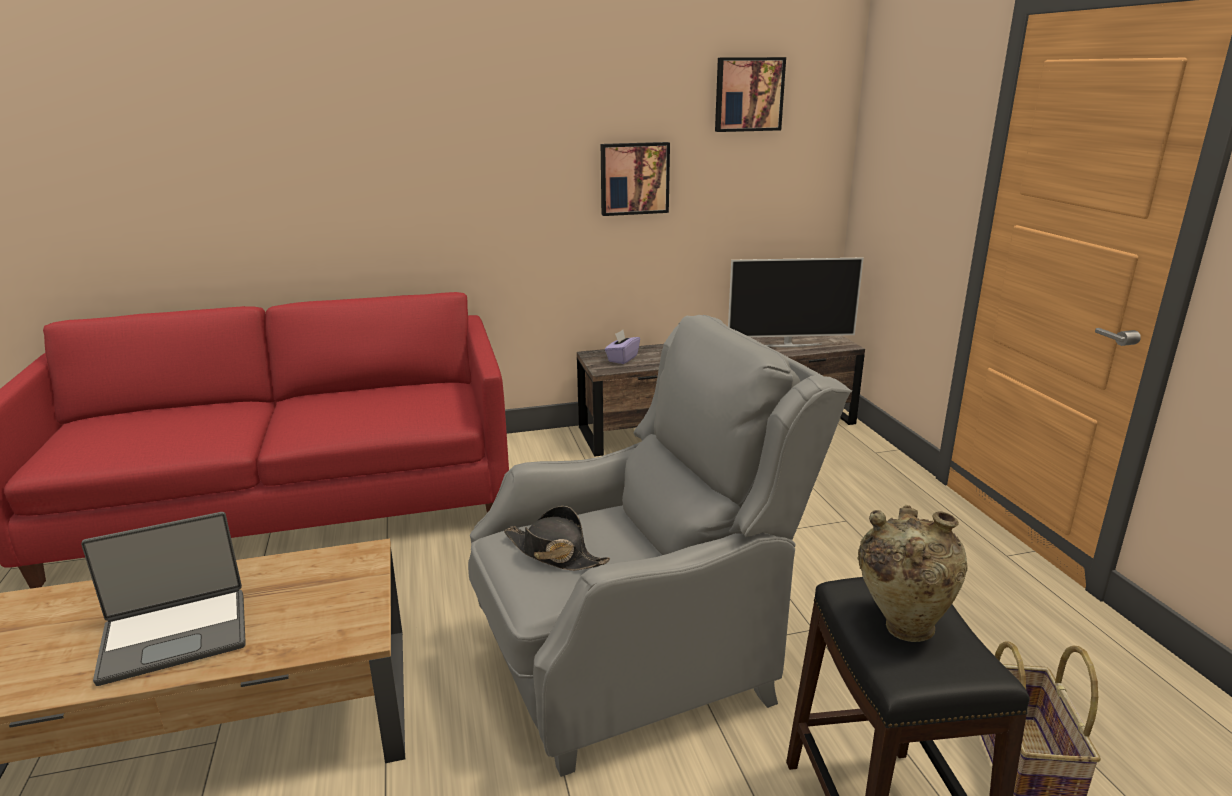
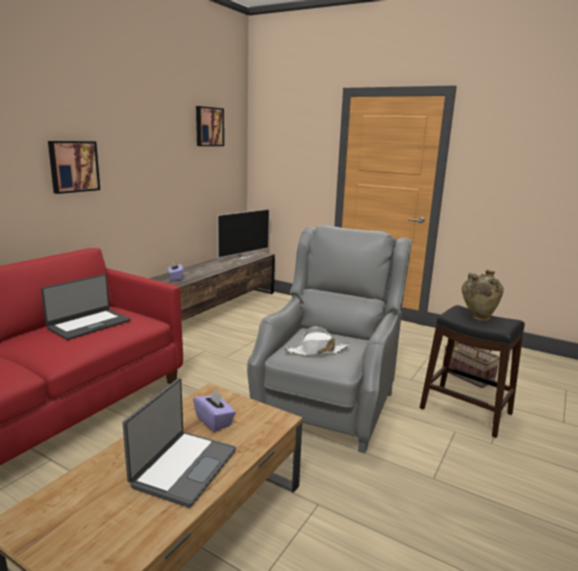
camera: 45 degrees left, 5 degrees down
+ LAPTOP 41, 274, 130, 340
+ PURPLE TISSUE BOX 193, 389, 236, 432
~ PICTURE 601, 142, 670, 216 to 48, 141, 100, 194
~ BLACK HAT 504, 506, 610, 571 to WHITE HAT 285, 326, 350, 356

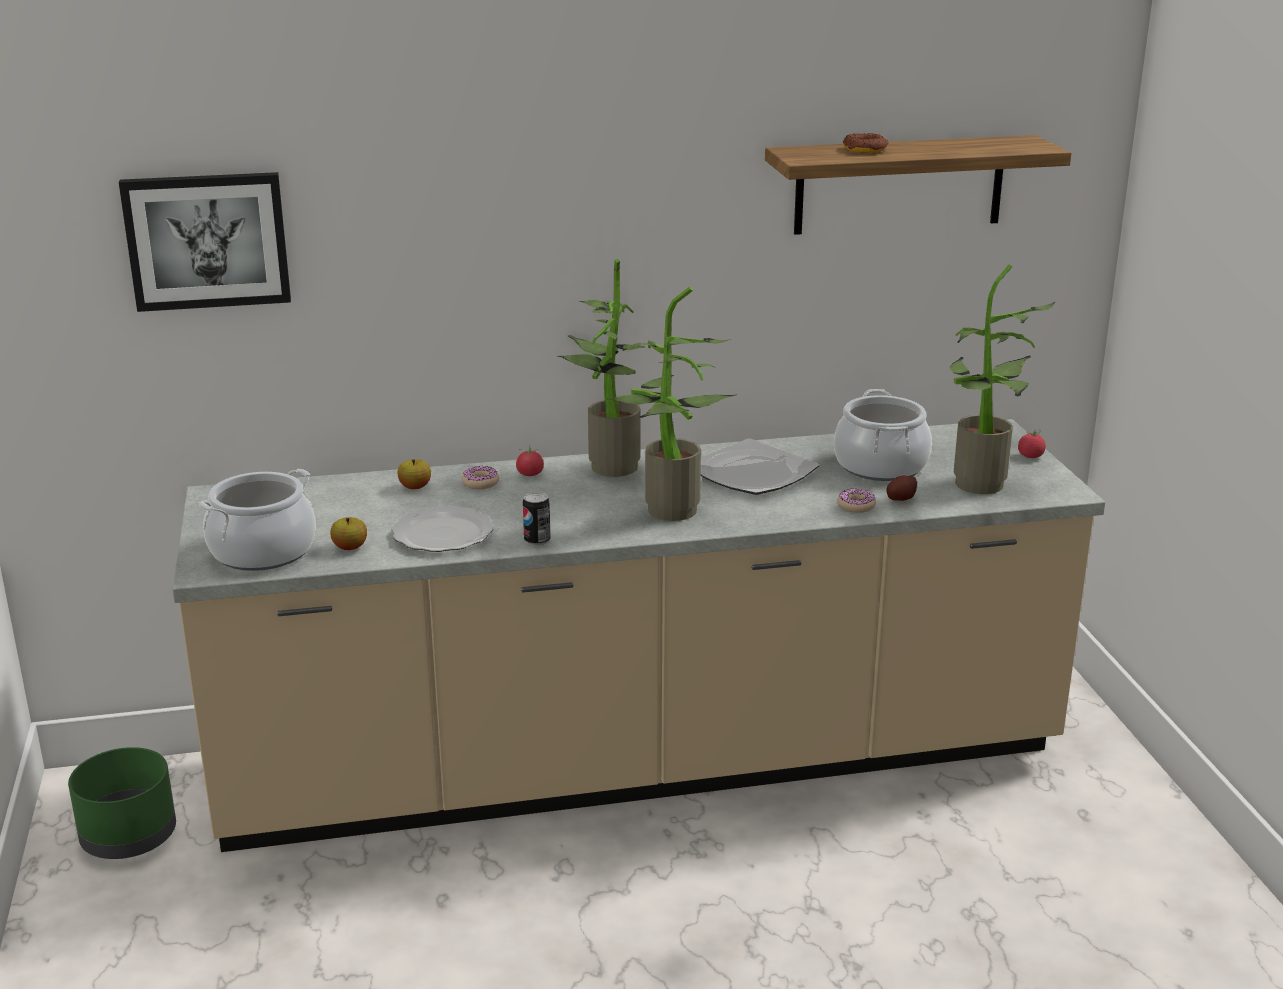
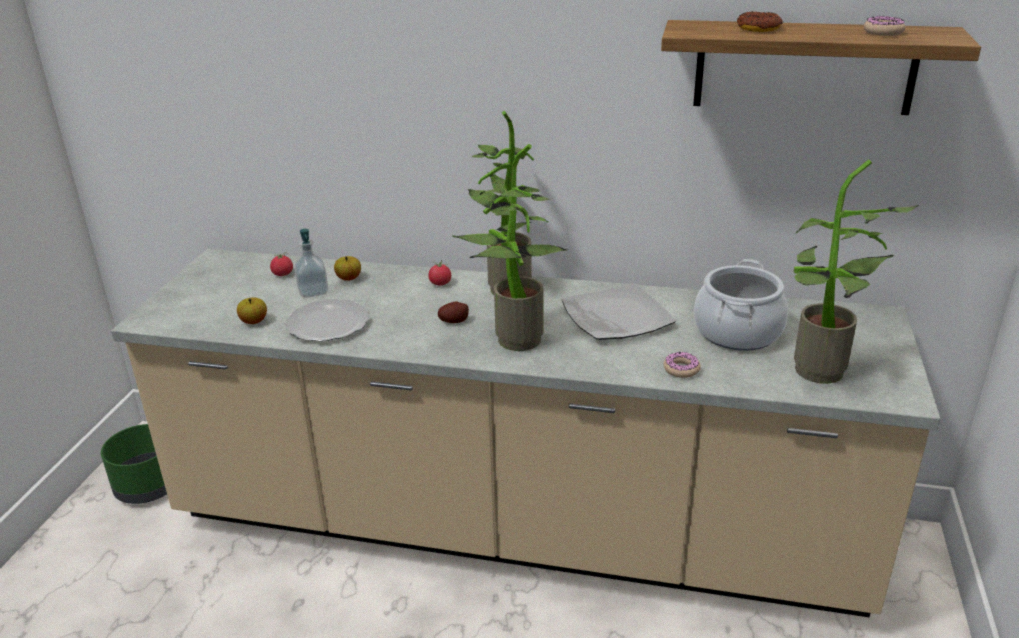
camera: 25 degrees right, 5 degrees up
- PICTURE 119, 172, 291, 312
- COOKING POT 199, 469, 316, 571
- CAN 523, 492, 551, 546
+ SOAP DISPENSER 294, 229, 328, 298
~ DONUT 462, 465, 499, 489 to 864, 16, 905, 36
~ POTATO 887, 475, 917, 501 to 438, 302, 469, 323
~ TOMATO 1018, 429, 1046, 458 to 270, 252, 293, 276

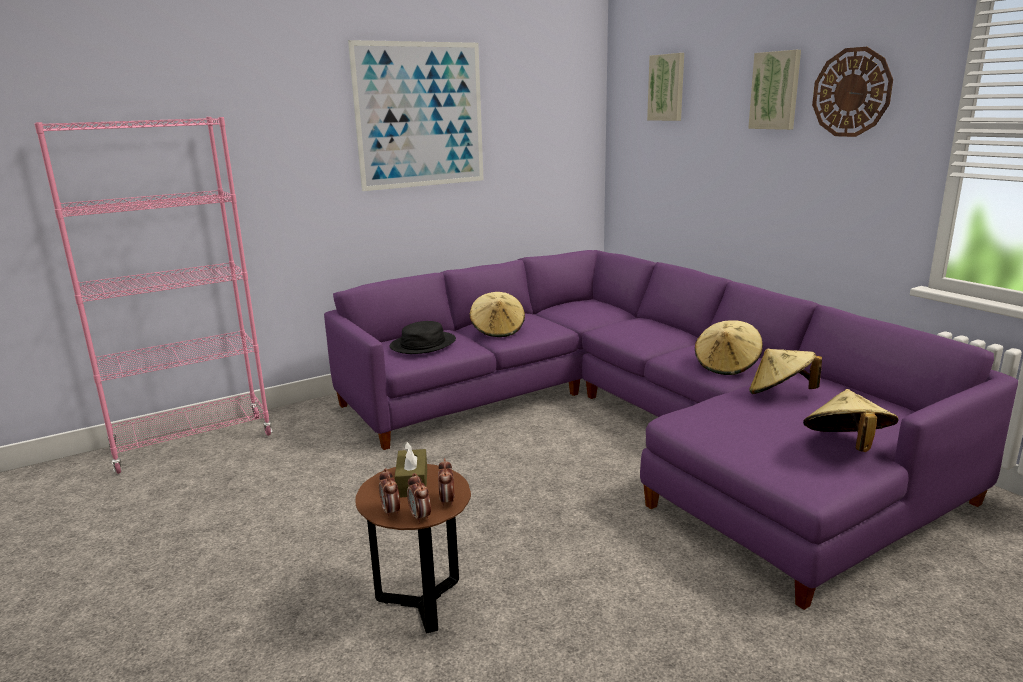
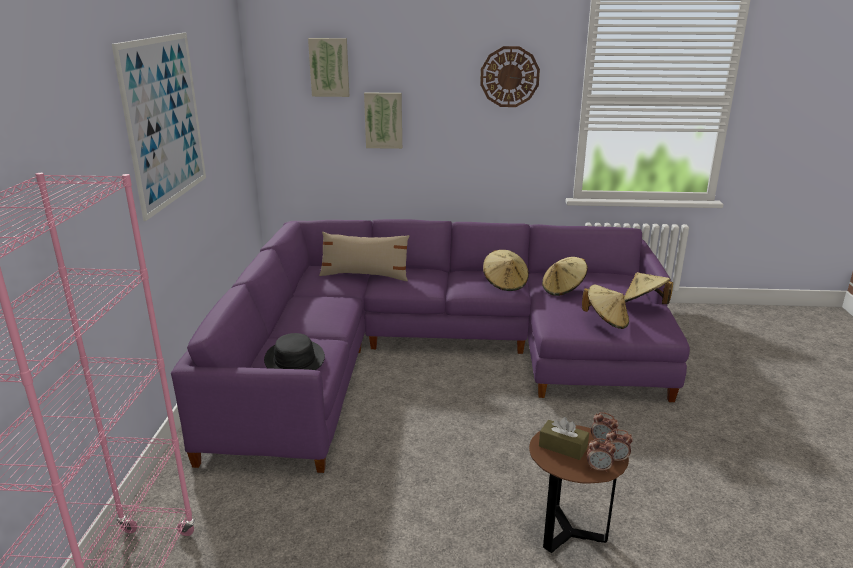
camera: 55 degrees left, 5 degrees up
+ BEIGE PILLOW 319, 232, 410, 281
~ BEIGE HAT 470, 292, 525, 337 to 582, 285, 629, 329
~ PICTURE 748, 50, 801, 130 to 364, 93, 402, 149

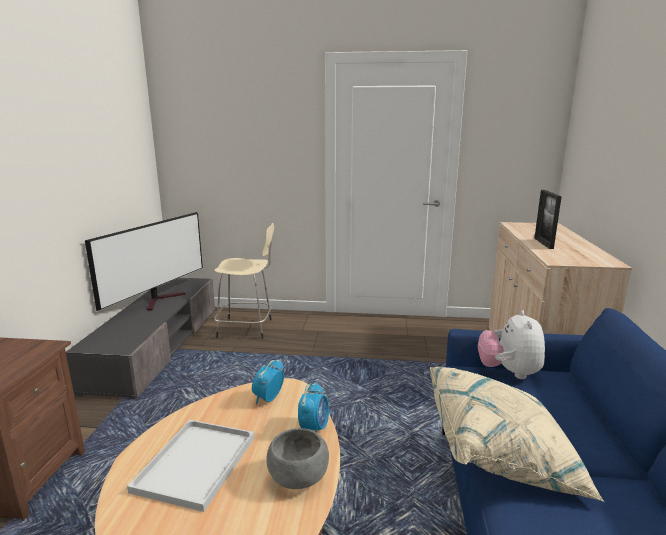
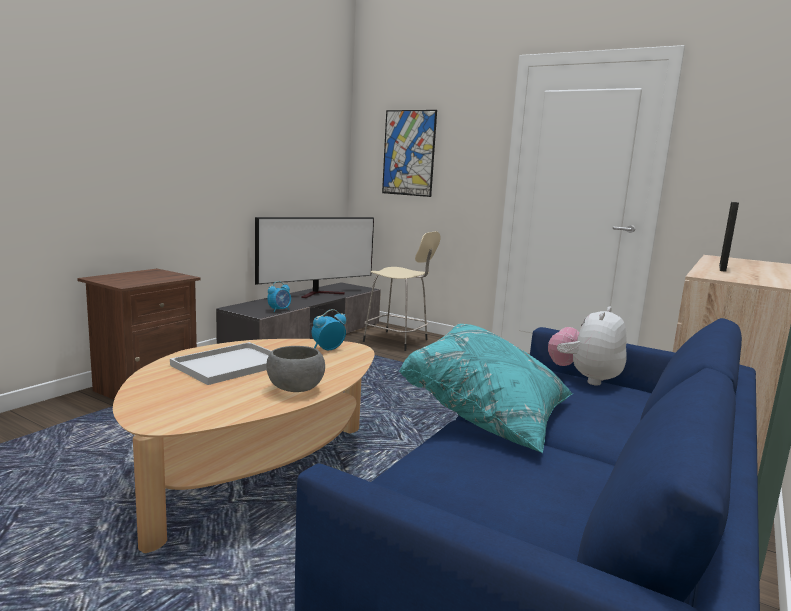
camera: 25 degrees right, 5 degrees down
+ PICTURE 382, 110, 437, 197
~ ALARM CLOCK 298, 382, 329, 433 to 267, 281, 291, 312
~ BEIGE PILLOW 430, 367, 605, 502 to TURQUOISE PILLOW 399, 324, 573, 453

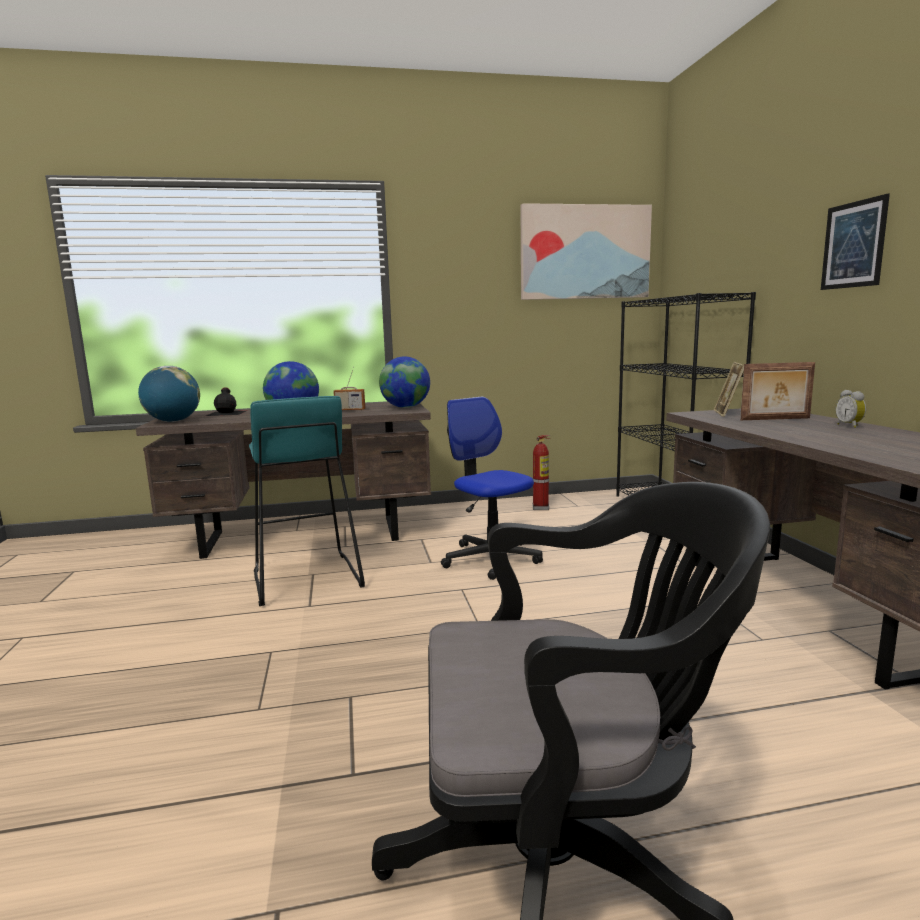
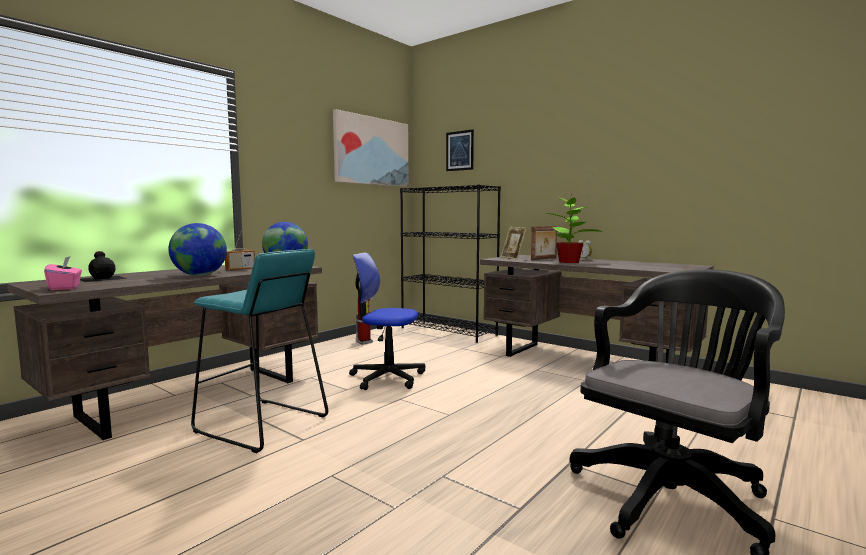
camera: 40 degrees left, 5 degrees down
+ POTTED PLANT 546, 197, 603, 263
~ PICTURE 821, 194, 890, 290 to 446, 129, 474, 171
~ GLOBE 138, 366, 200, 422 to PINK TISSUE BOX 44, 256, 82, 290

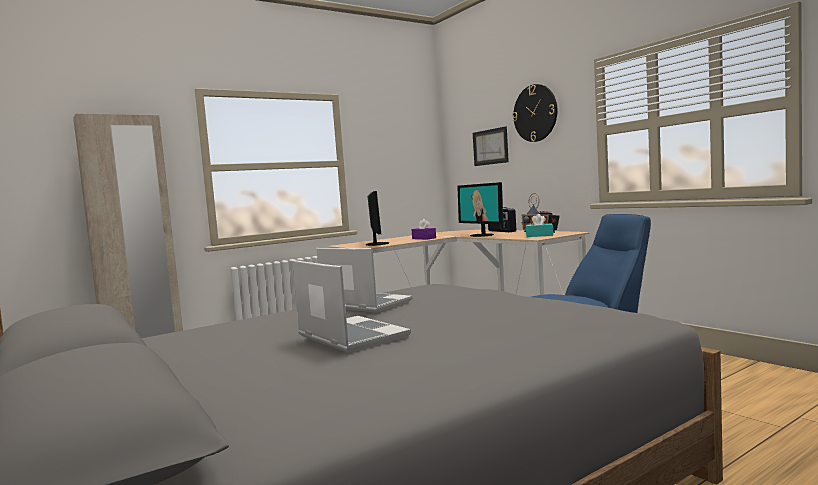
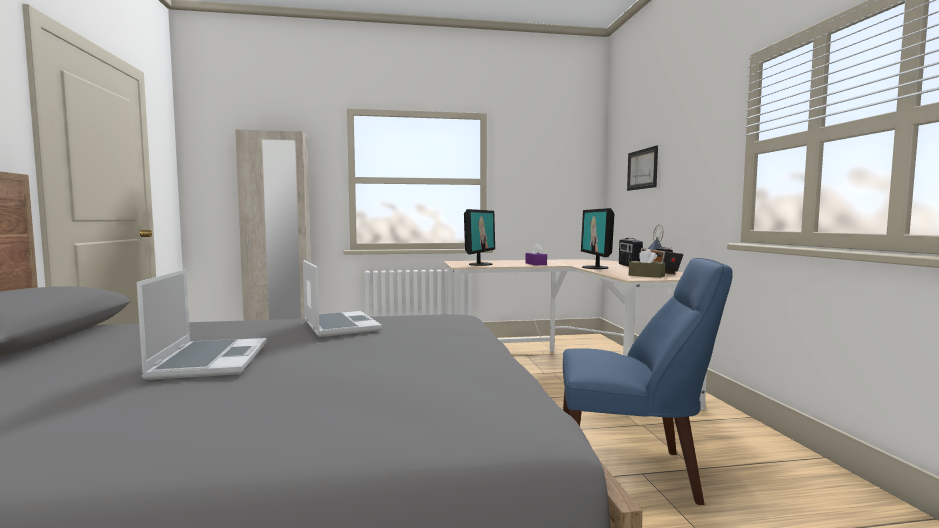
camera: 25 degrees right, 0 degrees up
- WALL CLOCK 512, 84, 557, 142
~ TURQUOISE TISSUE BOX 526, 214, 553, 237 to BROWN TISSUE BOX 629, 249, 665, 278

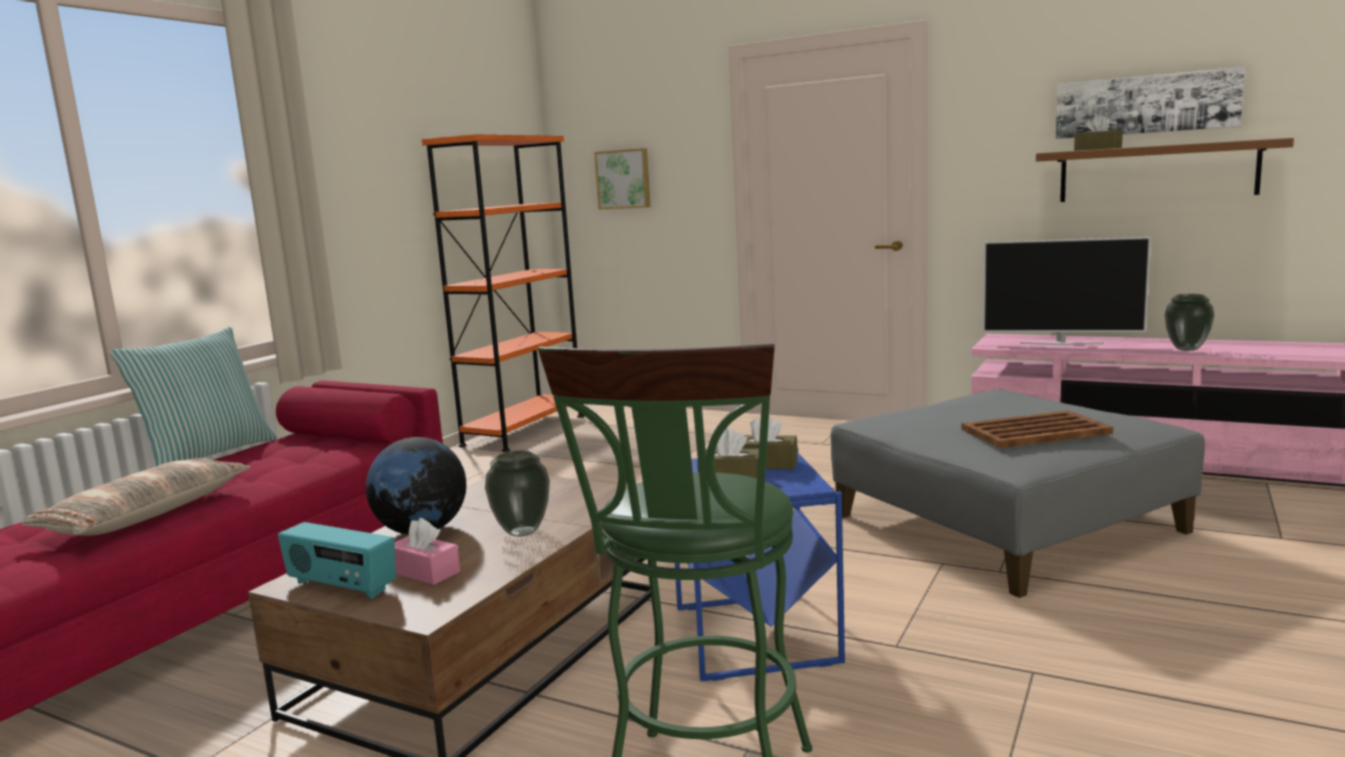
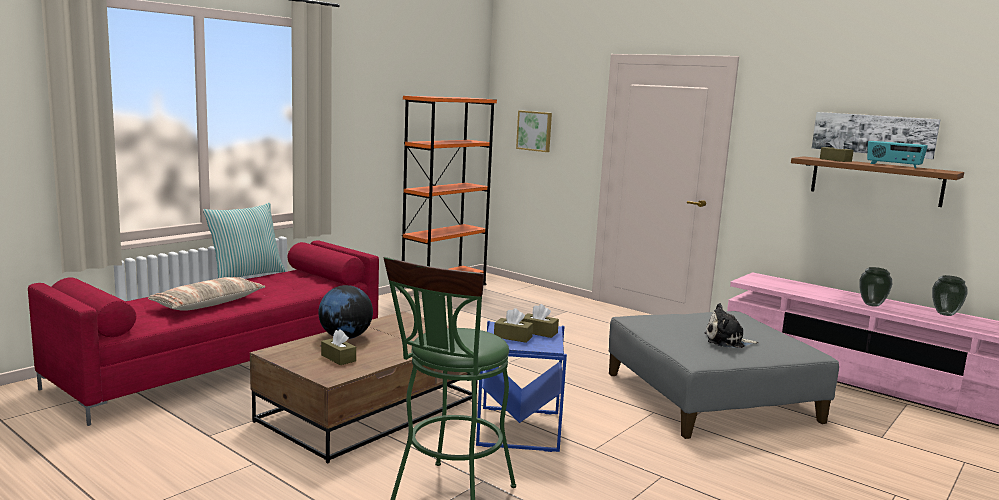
camera: 10 degrees right, 0 degrees up
- TELEVISION 983, 237, 1151, 345
~ RADIO 278, 522, 396, 599 to 867, 141, 928, 168
~ VASE 485, 451, 550, 537 to 932, 275, 968, 316
~ BROWN TRAY 961, 410, 1113, 448 to PLUSH TOY 705, 303, 759, 348
~ PINK TISSUE BOX 395, 518, 460, 585 to BROWN TISSUE BOX 321, 329, 356, 365

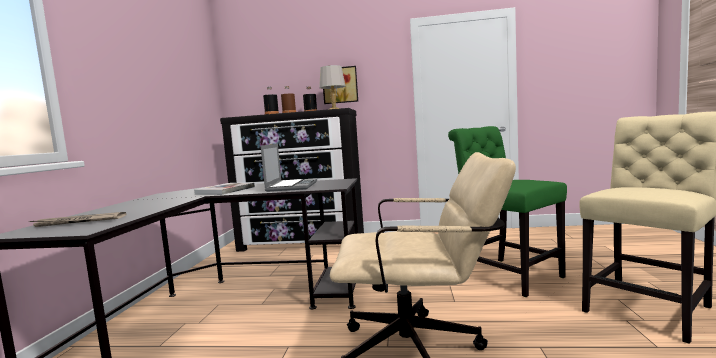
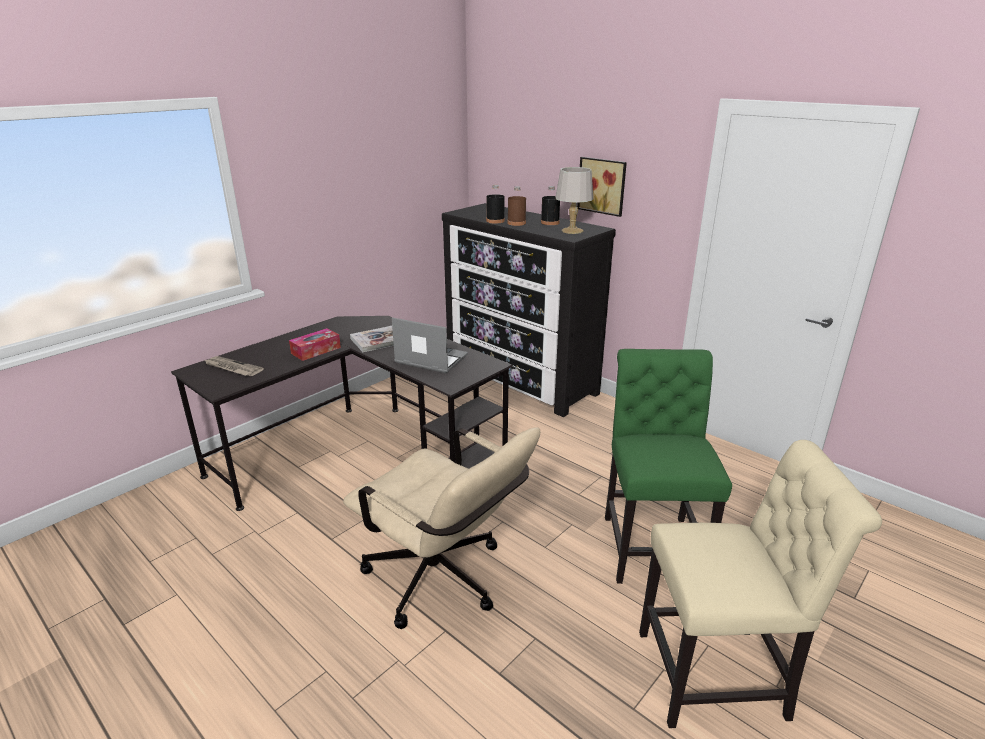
camera: 35 degrees right, 20 degrees up
+ TISSUE BOX 289, 328, 341, 361
~ LAPTOP 261, 144, 317, 192 = 392, 317, 468, 373 105 degrees counterclockwise

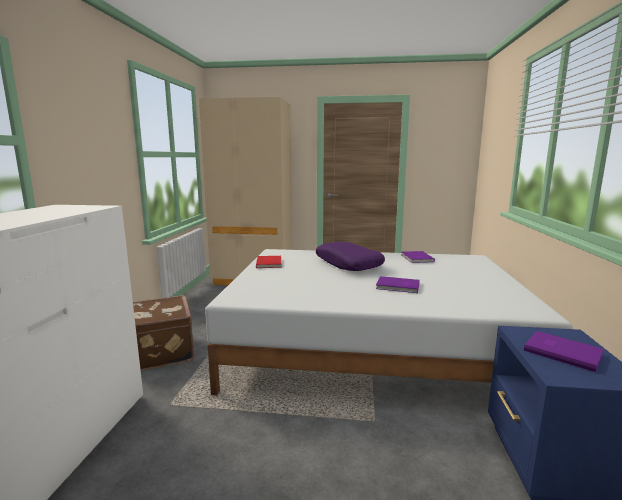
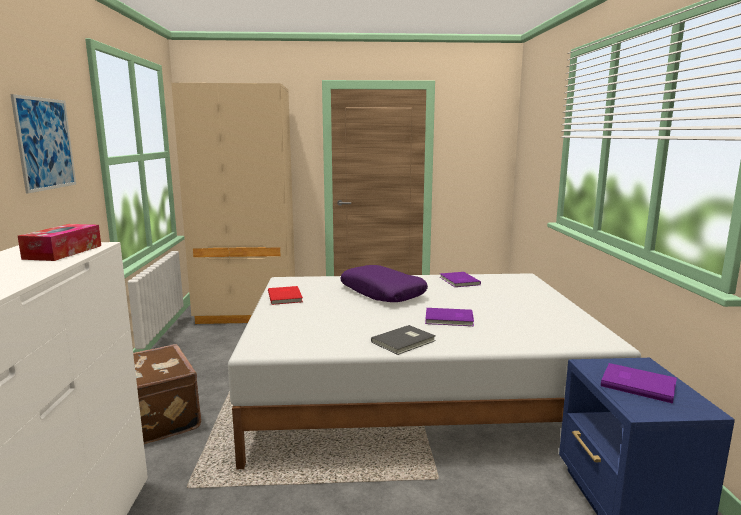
camera: 10 degrees left, 0 degrees up
+ PICTURE 10, 94, 76, 193
+ TISSUE BOX 18, 224, 101, 261
+ GREY BOOK 371, 325, 436, 355

